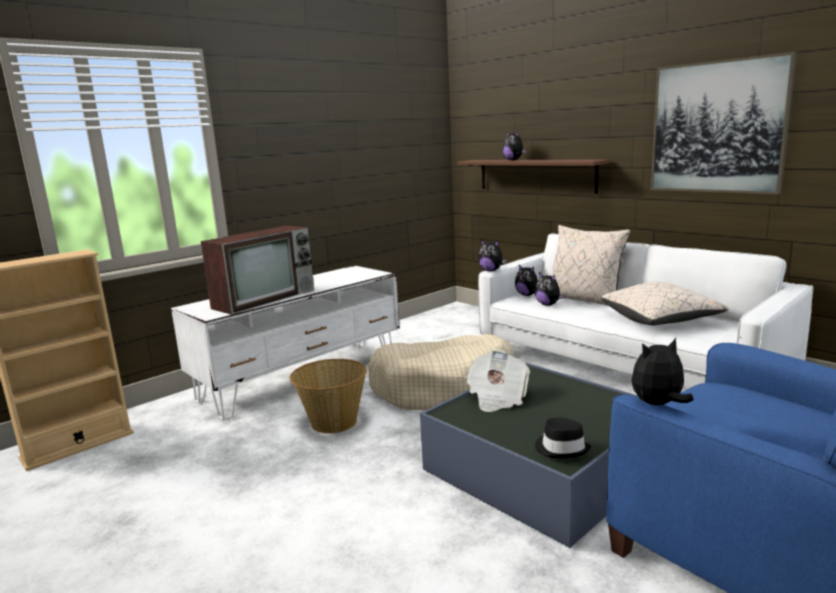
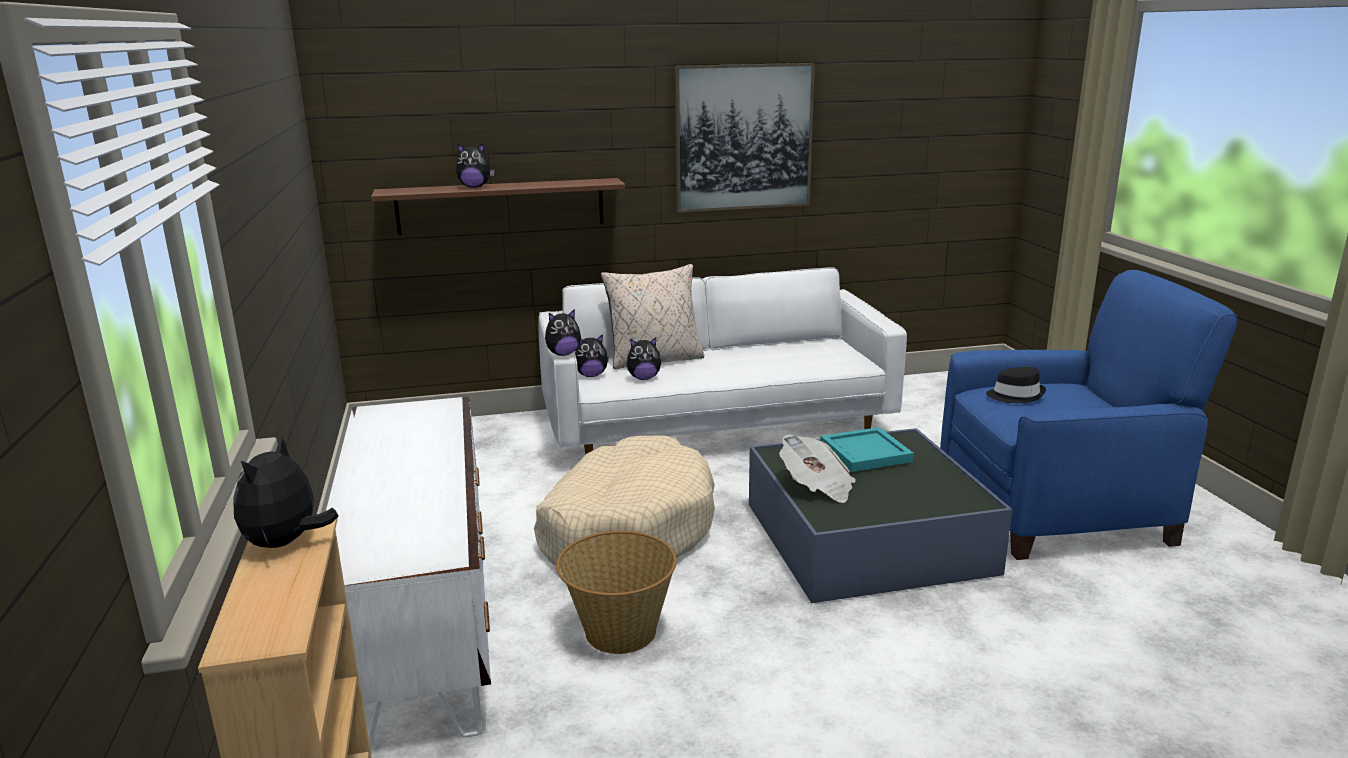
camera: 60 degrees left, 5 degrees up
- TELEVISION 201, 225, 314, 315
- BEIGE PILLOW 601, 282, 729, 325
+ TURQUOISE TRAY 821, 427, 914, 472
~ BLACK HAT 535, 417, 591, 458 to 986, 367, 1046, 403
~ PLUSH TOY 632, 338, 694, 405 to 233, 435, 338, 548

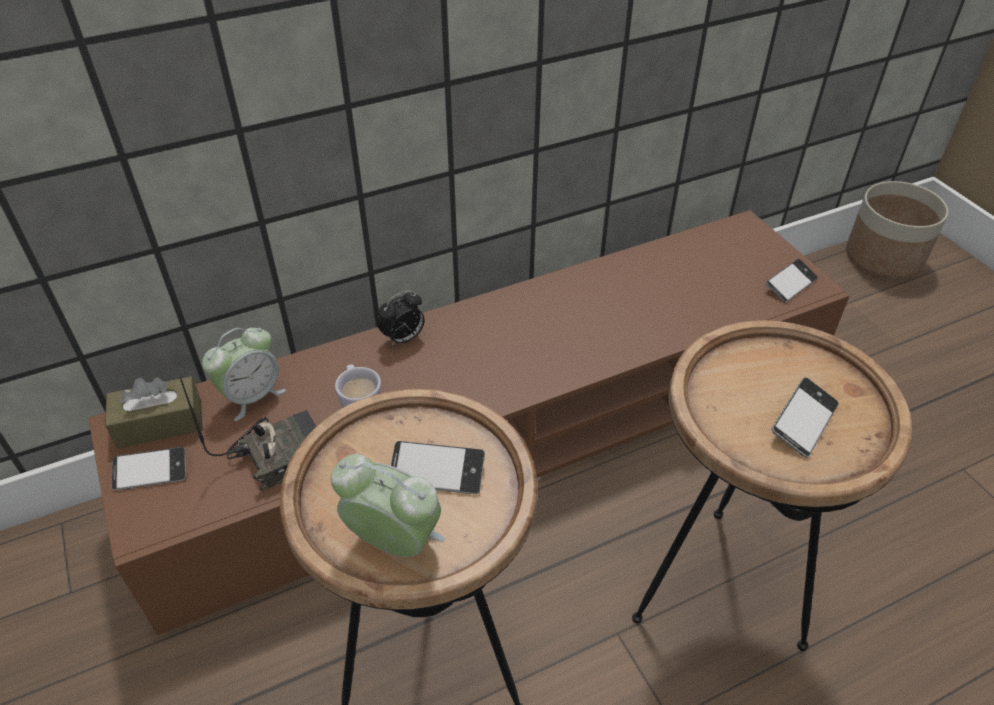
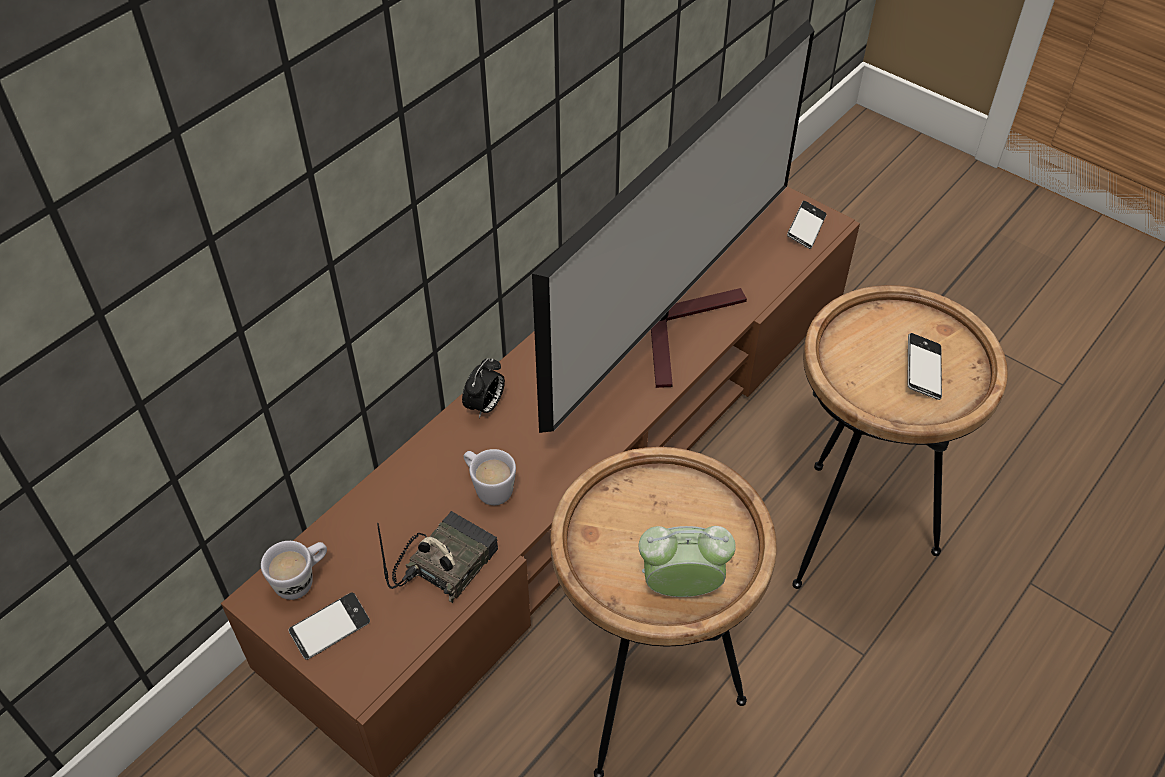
camera: 25 degrees left, 5 degrees up
- ALARM CLOCK 202, 328, 286, 421
- PHONE 391, 441, 485, 494
- PLANTER 846, 181, 948, 279
+ TELEVISION 532, 19, 815, 433
~ BROWN TISSUE BOX 105, 377, 203, 449 to WHITE MUG 261, 541, 327, 600

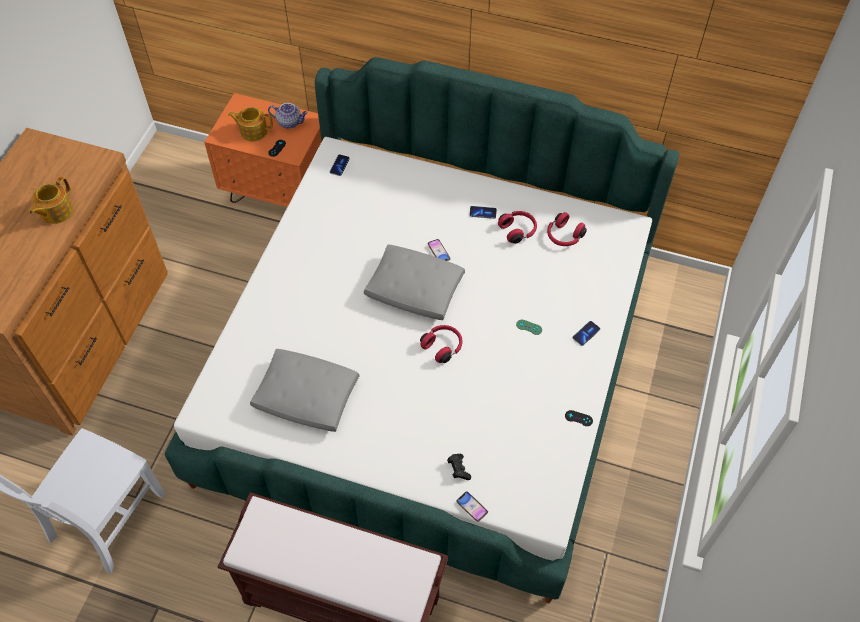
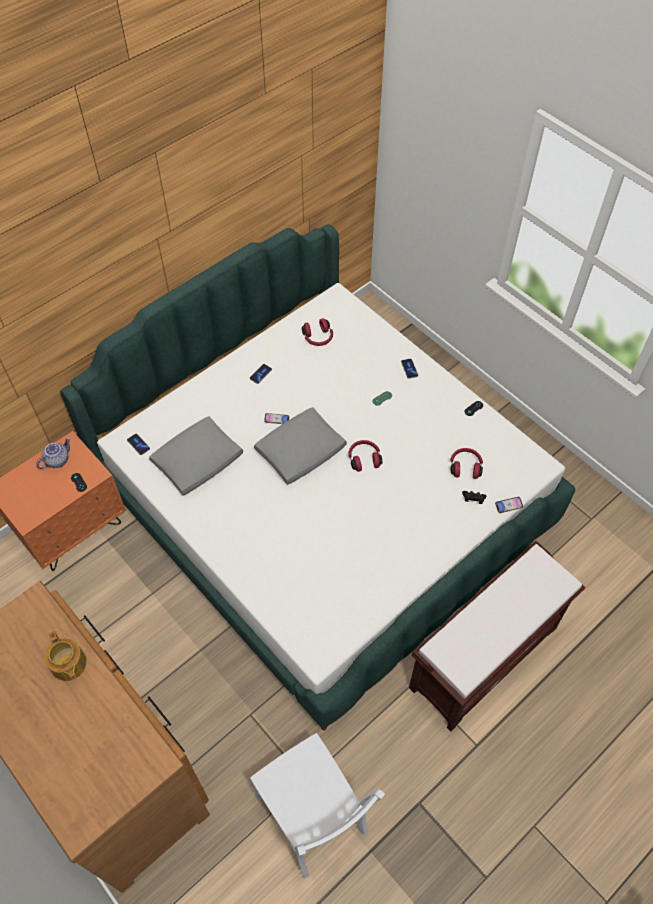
camera: 60 degrees left, 0 degrees up
- TEAPOT 228, 107, 273, 141
~ GREY PILLOW 250, 349, 359, 432 to 149, 416, 243, 496
~ RED HEADPHONES 498, 211, 537, 244 to 450, 448, 483, 479

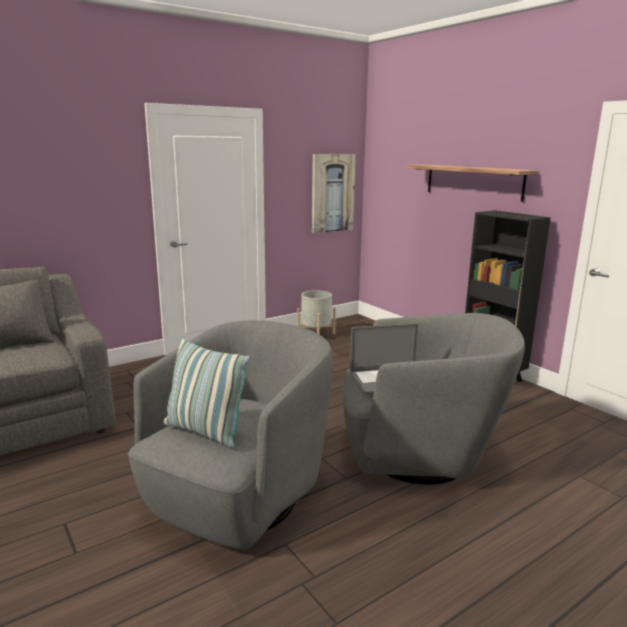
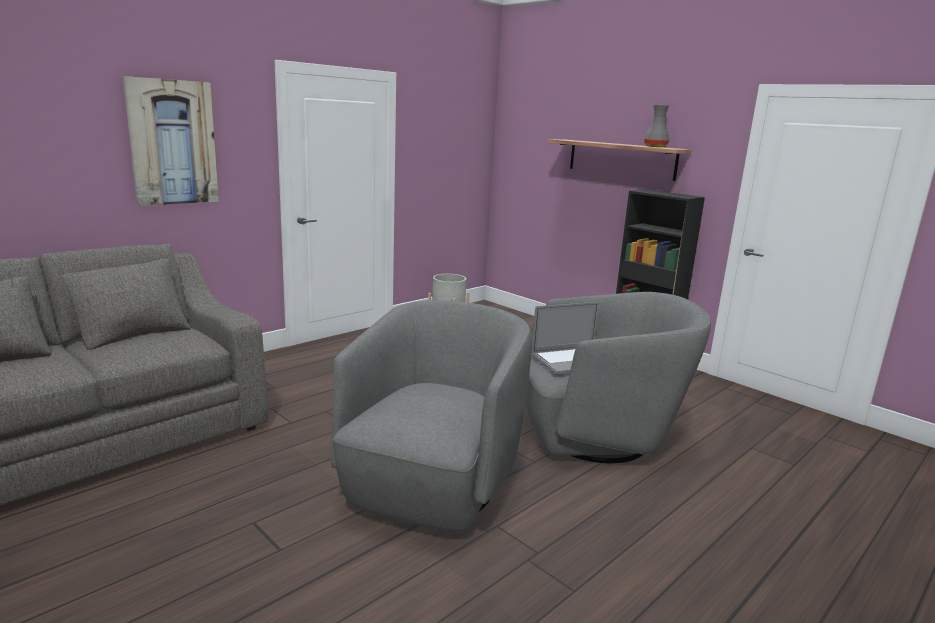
camera: 10 degrees left, 0 degrees up
- PILLOW 163, 337, 250, 448
+ GREY VASE 644, 105, 669, 147
~ PICTURE 312, 154, 356, 233 to 123, 76, 219, 206

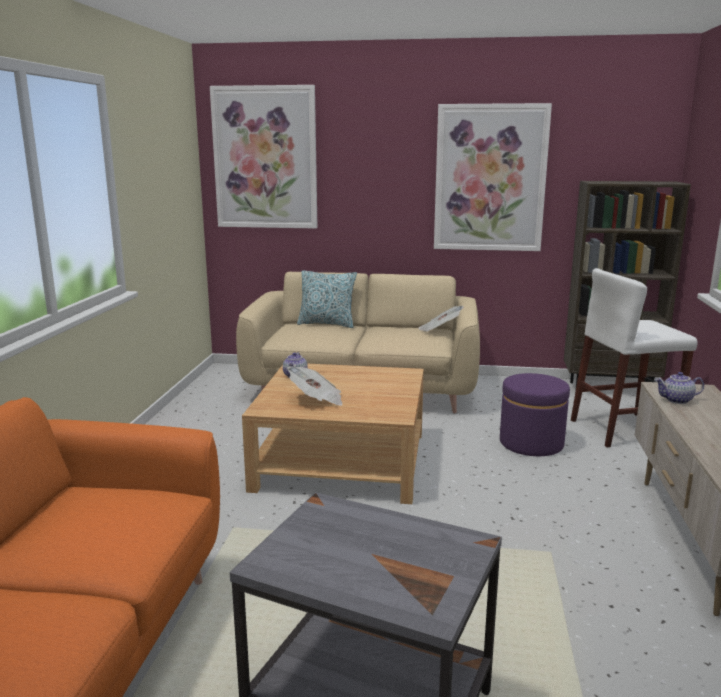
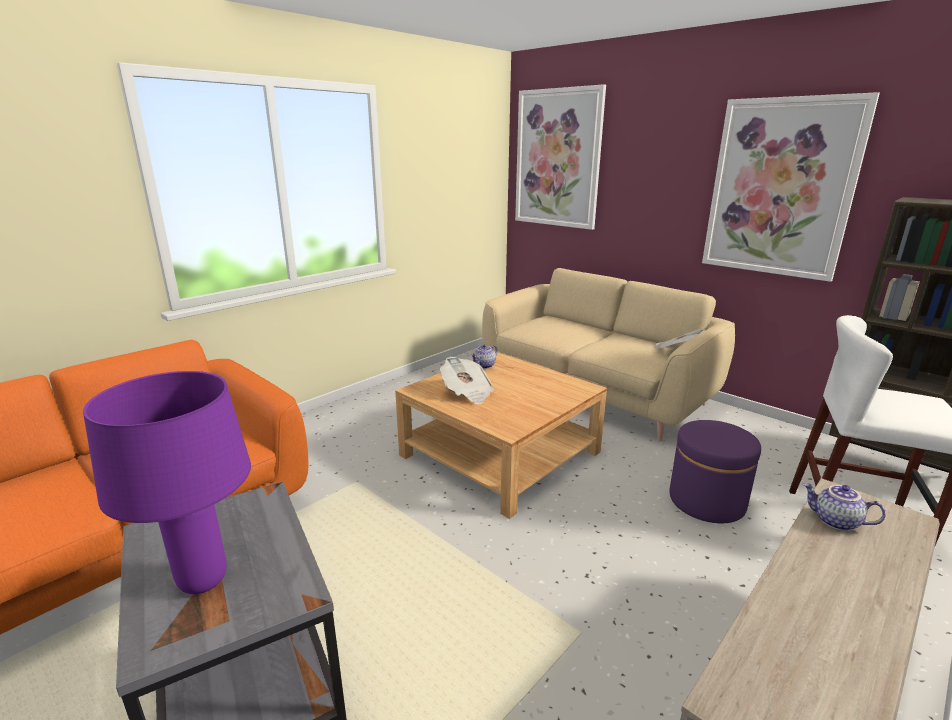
camera: 35 degrees right, 5 degrees up
- PILLOW 297, 270, 357, 328
+ PURPLE TABLE LAMP 83, 371, 251, 594

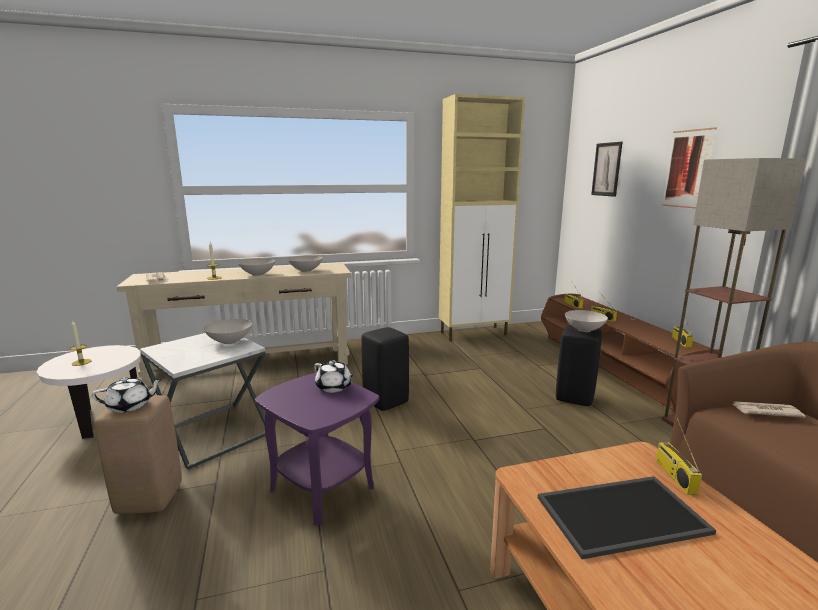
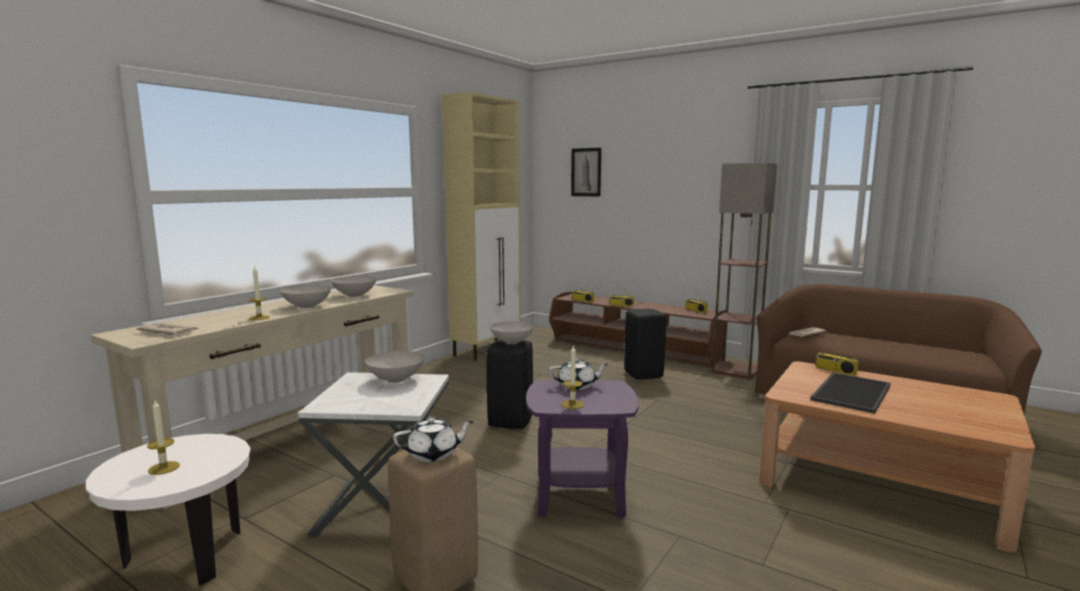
camera: 40 degrees left, 5 degrees down
- PICTURE 662, 127, 717, 209
+ CANDLE 561, 346, 584, 409
~ WHITE BOWL 565, 310, 608, 332 to 490, 321, 534, 344
~ WHITE TEAPOT 92, 377, 163, 413 = 393, 417, 474, 462 45 degrees clockwise

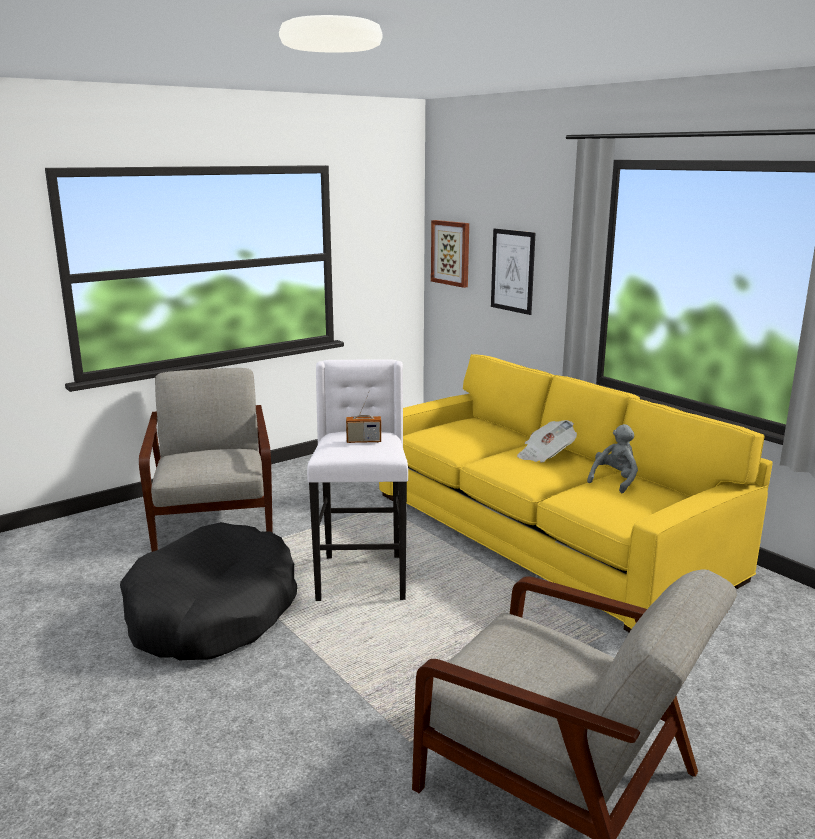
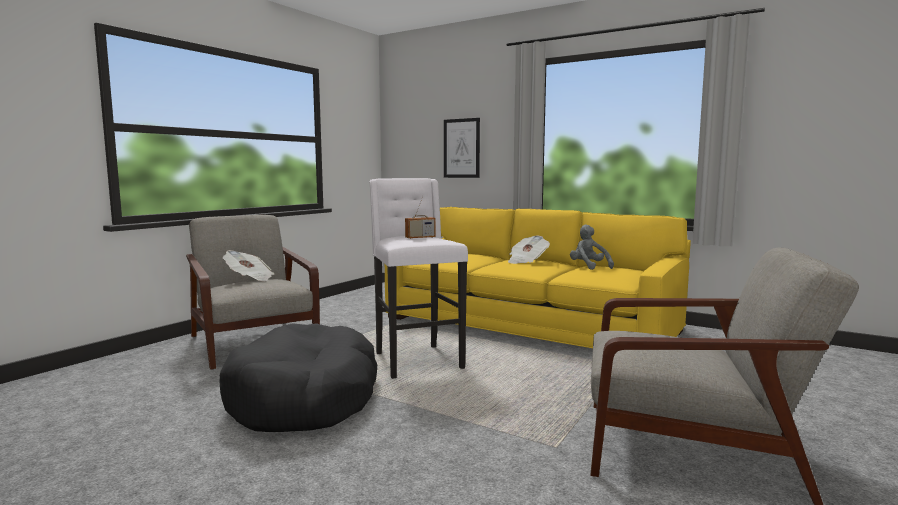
camera: 20 degrees left, 10 degrees down
- PICTURE 431, 220, 469, 288
+ NEWSPAPER 223, 250, 275, 282
~ GREY PLUSH TOY 587, 424, 638, 493 = 570, 225, 614, 270 45 degrees counterclockwise

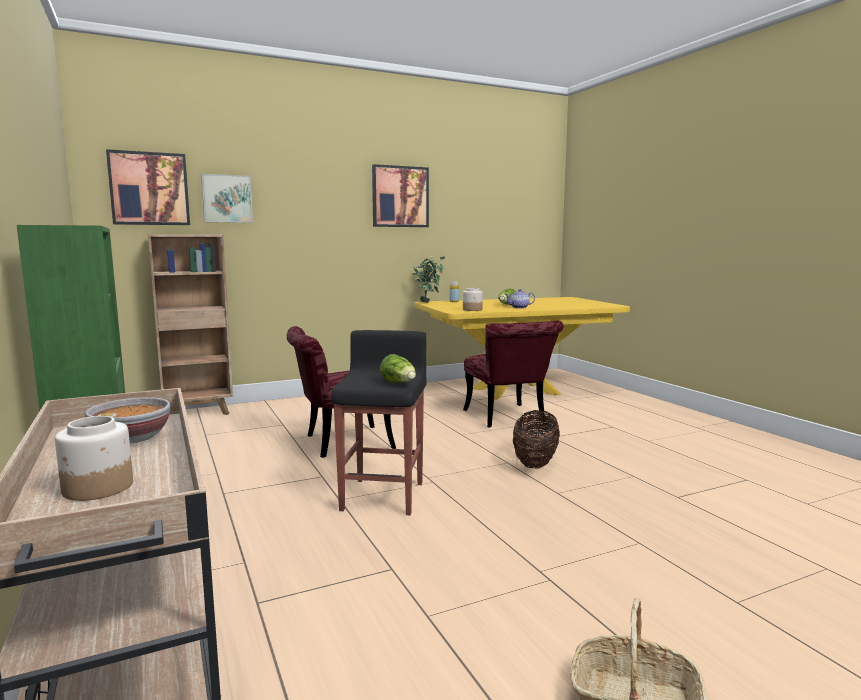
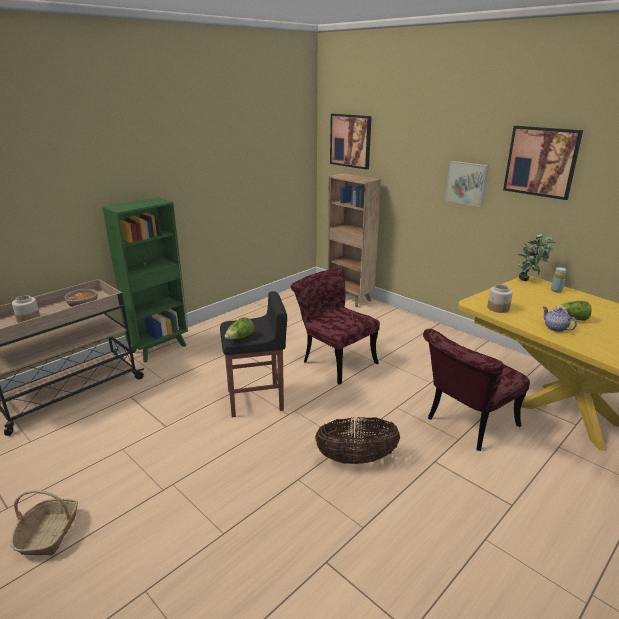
camera: 70 degrees right, 15 degrees up
~ PICTURE 201, 174, 253, 223 to 445, 161, 489, 207

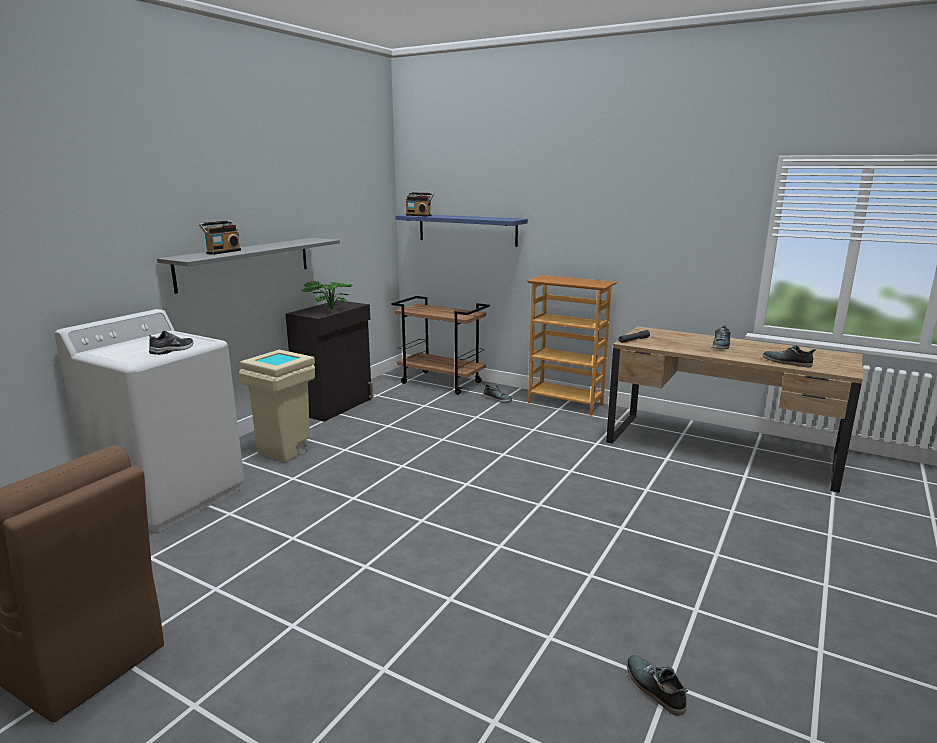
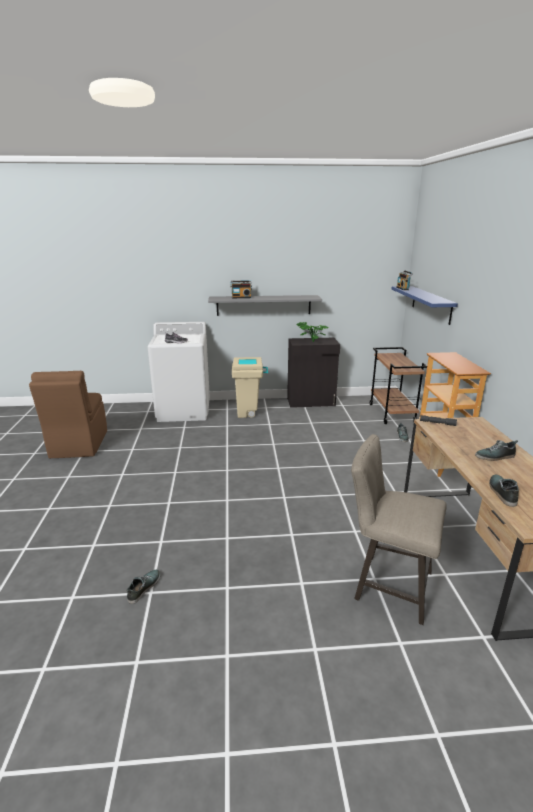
camera: 55 degrees right, 5 degrees up
+ BEIGE STOOL 351, 434, 447, 625

